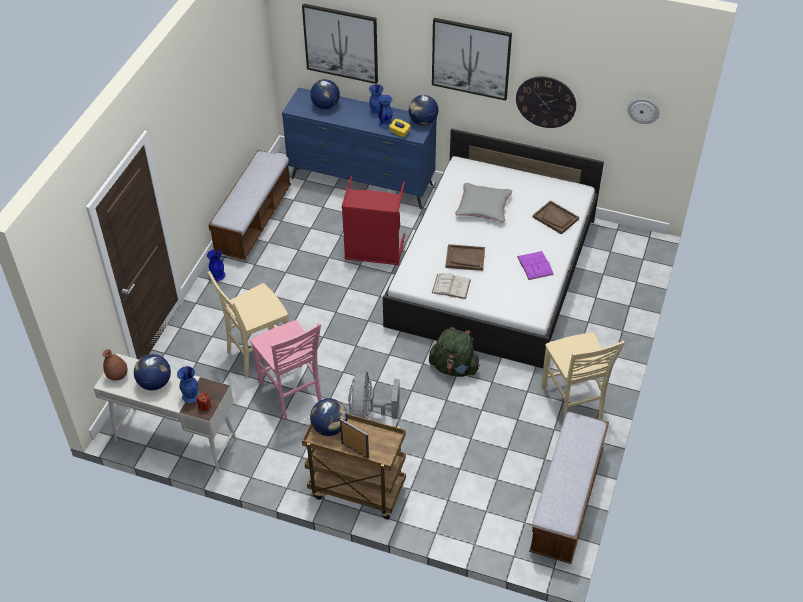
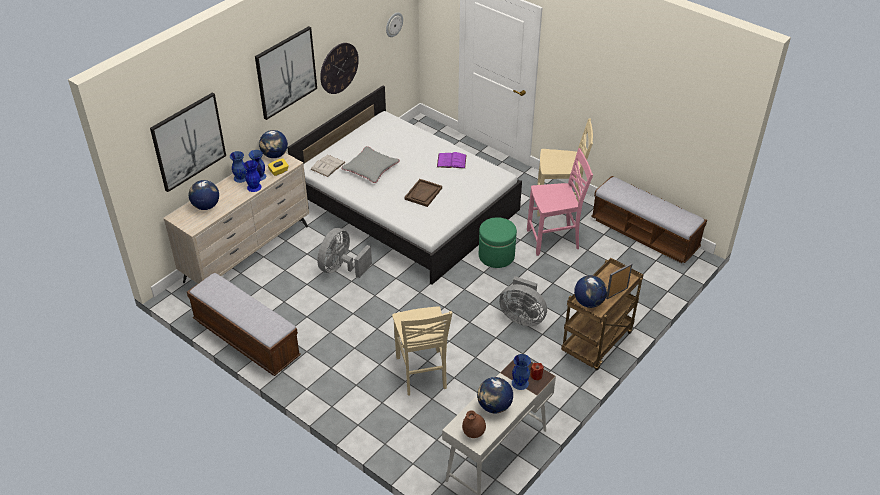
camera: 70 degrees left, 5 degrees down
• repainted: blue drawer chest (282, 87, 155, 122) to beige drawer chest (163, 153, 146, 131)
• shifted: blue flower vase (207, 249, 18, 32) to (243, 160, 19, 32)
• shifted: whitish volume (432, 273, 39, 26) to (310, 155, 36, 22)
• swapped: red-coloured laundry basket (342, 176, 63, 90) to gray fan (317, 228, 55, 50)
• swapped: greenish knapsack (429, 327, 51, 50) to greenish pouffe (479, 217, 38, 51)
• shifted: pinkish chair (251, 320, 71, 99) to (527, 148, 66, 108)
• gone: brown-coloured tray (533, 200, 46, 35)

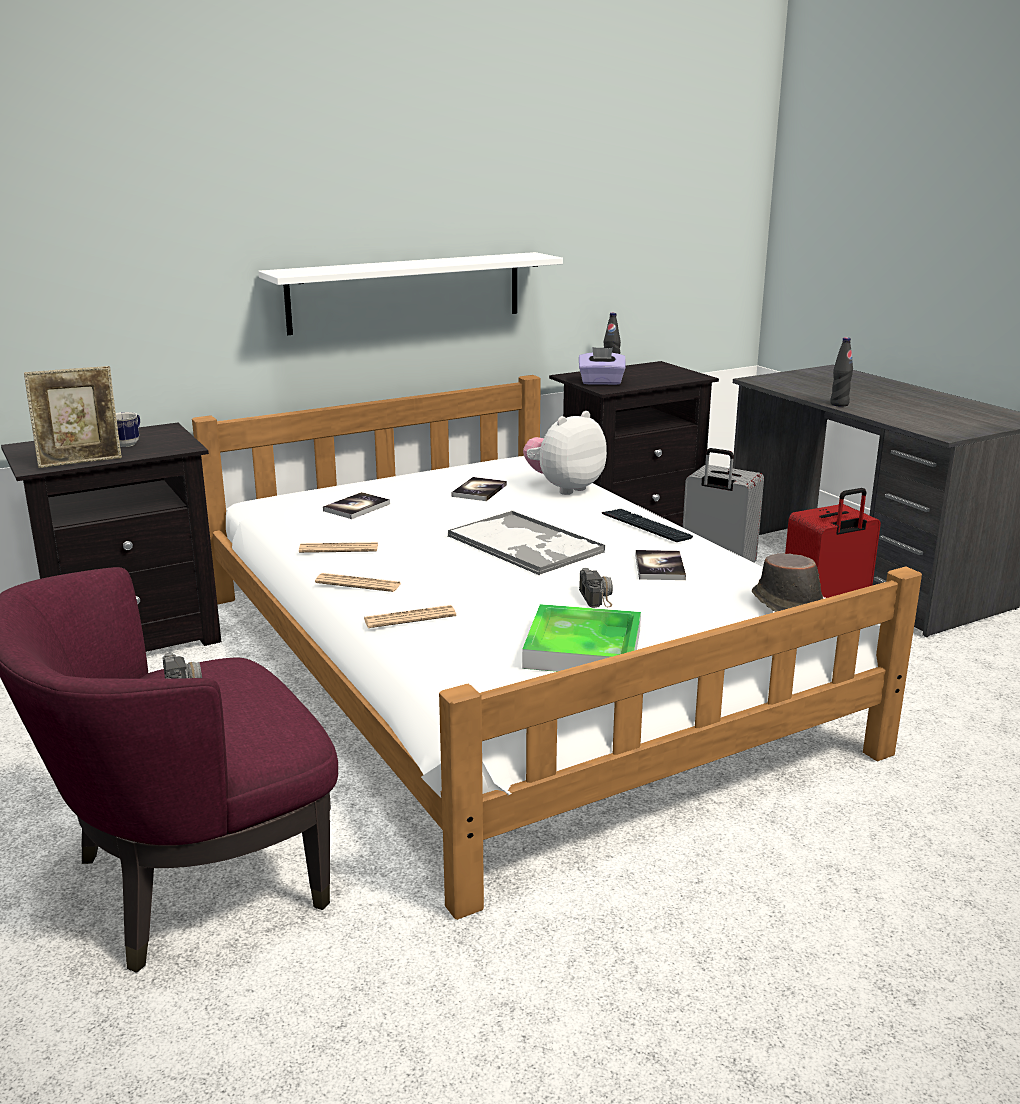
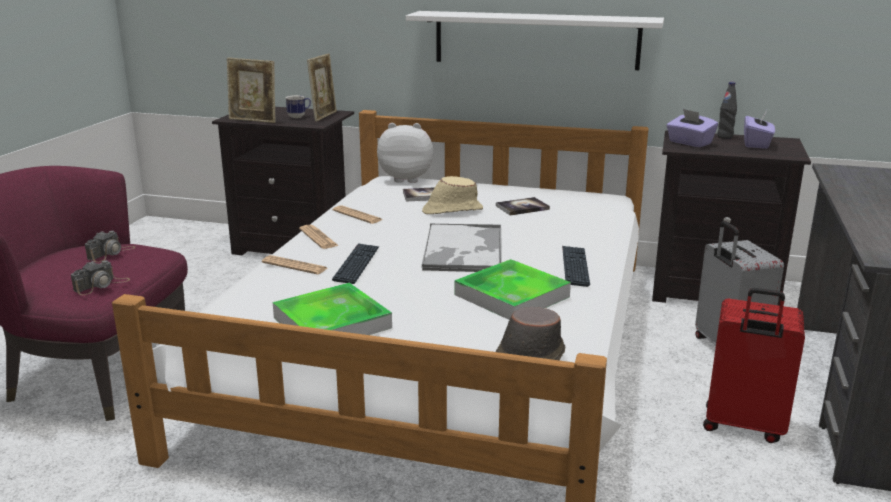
camera: 45 degrees right, 0 degrees up
• shifted: photo camera (579, 568, 34, 40) to (71, 260, 59, 35)
• new: standing frame (307, 54, 30, 67)
• new: PC keyboard (332, 243, 47, 41)
• shifted: soft toy (523, 411, 84, 84) to (377, 123, 56, 60)
• new: beige wearable hat (422, 176, 61, 38)
• swapped: volume (635, 550, 51, 30) to tray (455, 259, 116, 61)
• new: purple box of tissues (744, 112, 31, 37)
• gone: black beverage bottle (830, 337, 23, 70)

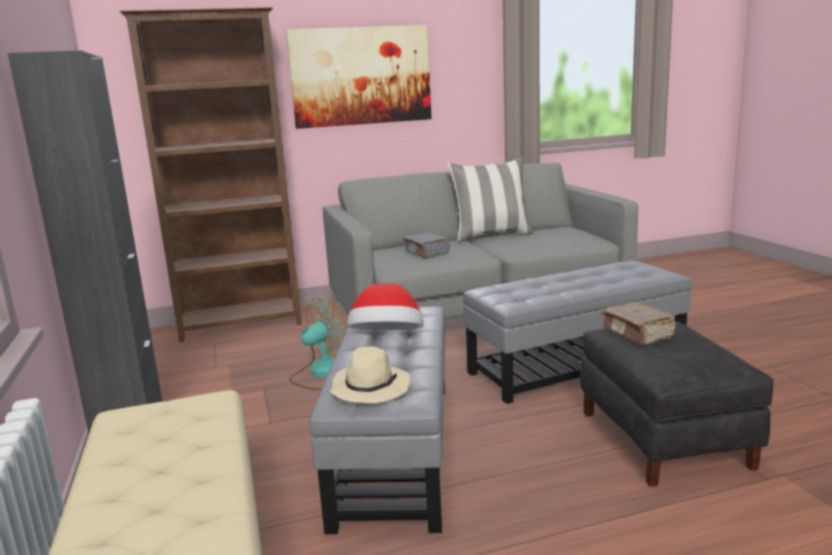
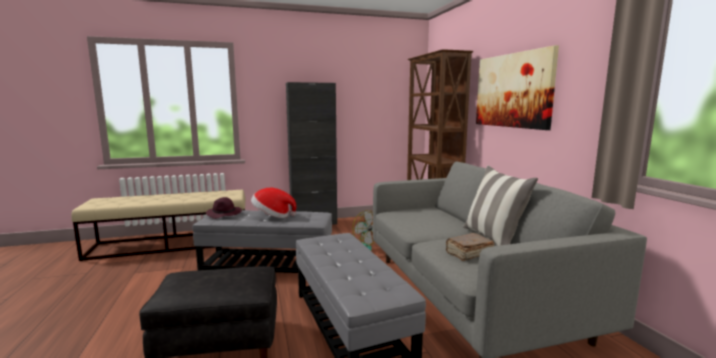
camera: 90 degrees right, 5 degrees down
• repainted: beige wearable hat (330, 346, 80, 57) to purple wearable hat (206, 197, 36, 22)
• shifted: brown-coloured volume (601, 302, 74, 44) to (446, 233, 49, 28)
• gone: gray volume (403, 233, 47, 26)

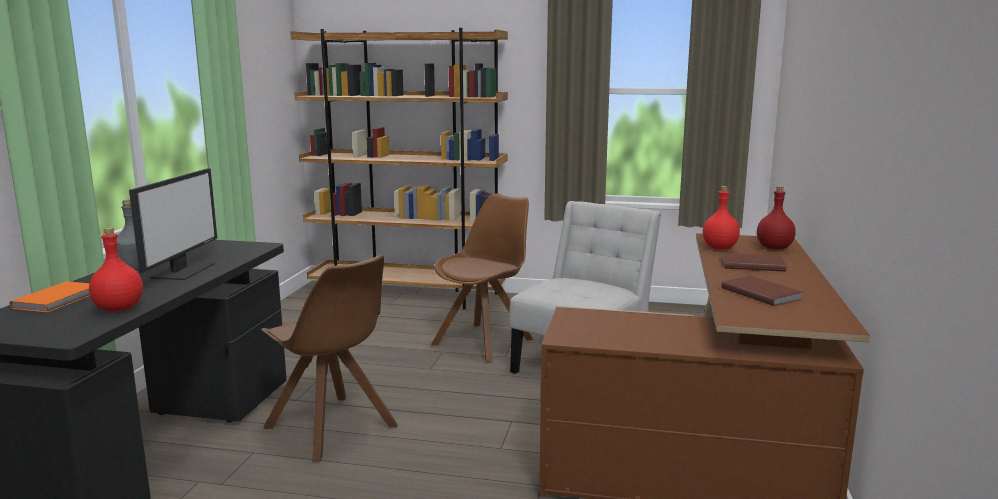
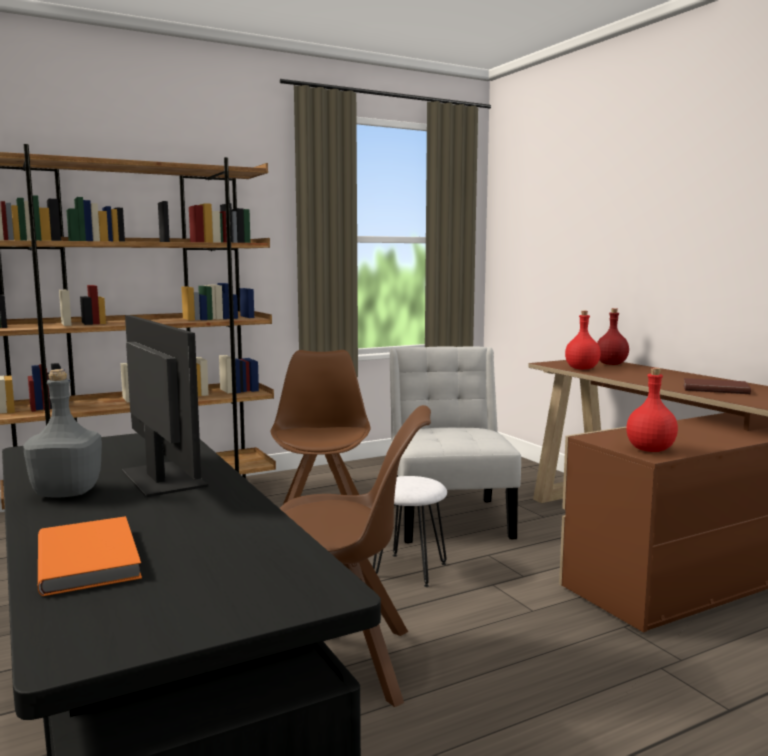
camera: 40 degrees left, 5 degrees down
• new: whitish stool (373, 476, 74, 111)
• shifted: red-coloured beverage bottle (89, 228, 54, 84) to (626, 368, 52, 84)
• gone: brown-coloured volume (721, 253, 66, 19)

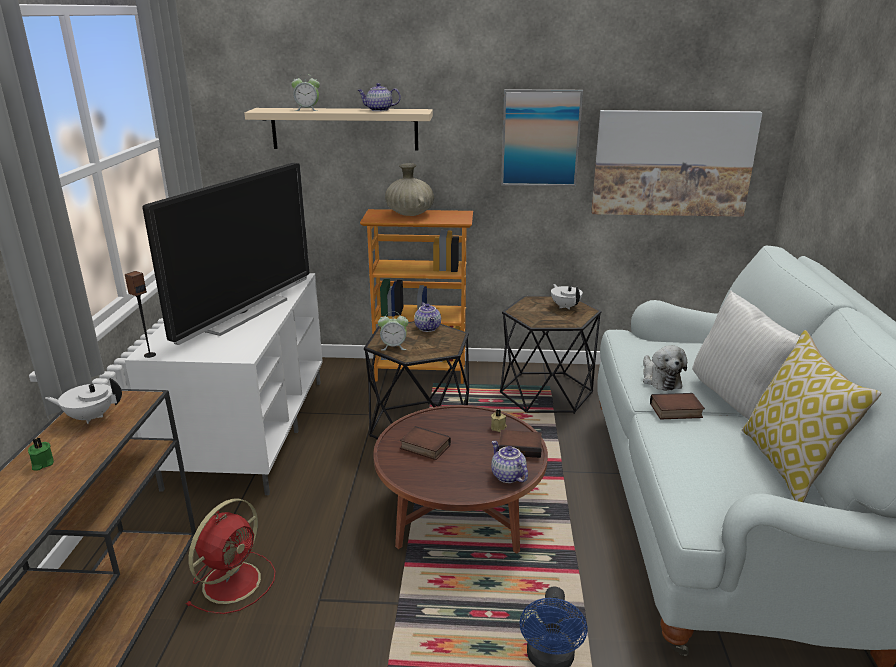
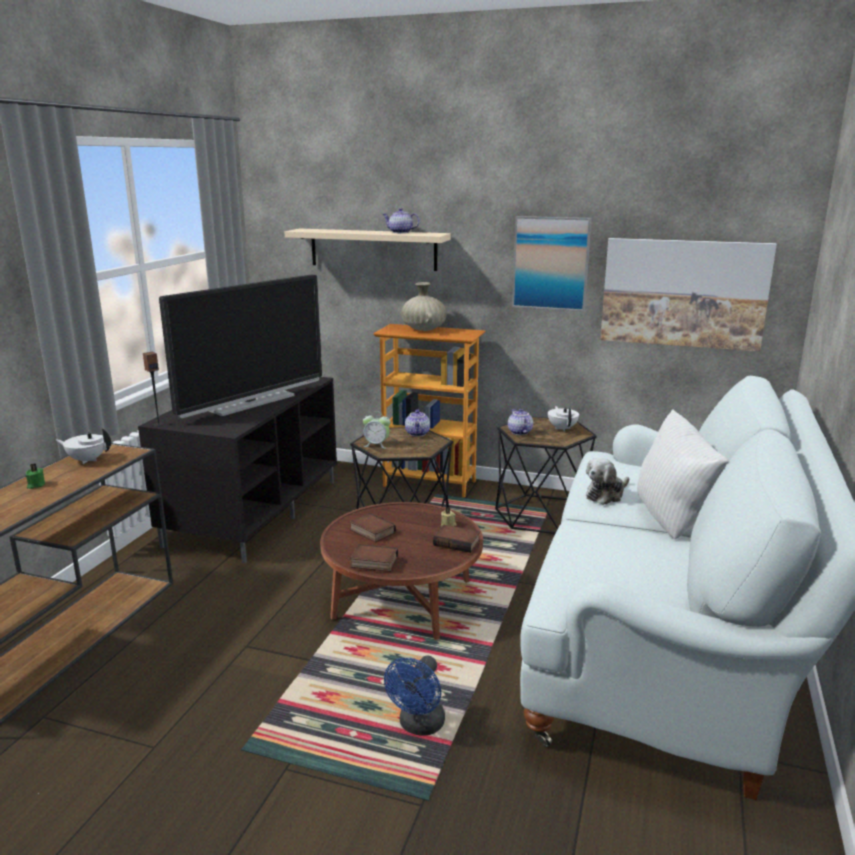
camera: 15 degrees right, 5 degrees down
• repainted: whitish tv unit (125, 273, 198, 222) to black tv unit (138, 377, 199, 186)
• shifted: volume (650, 393, 55, 26) to (350, 544, 48, 28)
• shifted: tea pot (491, 441, 37, 42) to (508, 409, 25, 26)
• rotated: soft toy (643, 346, 44, 45) = (586, 458, 43, 47) 45 degrees clockwise
• gone: red-coloured fan (186, 499, 89, 115)
• gone: bedside clock (291, 76, 29, 35)
• gone: throw pillow (742, 330, 139, 172)

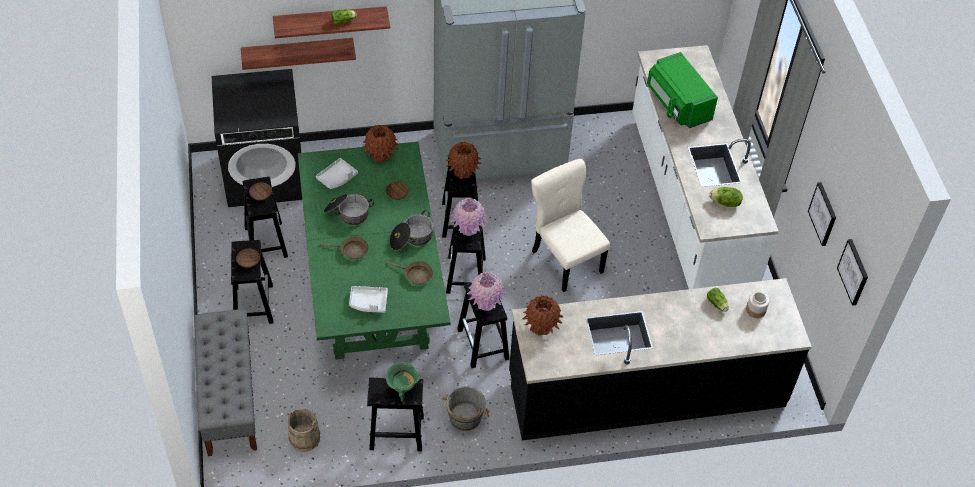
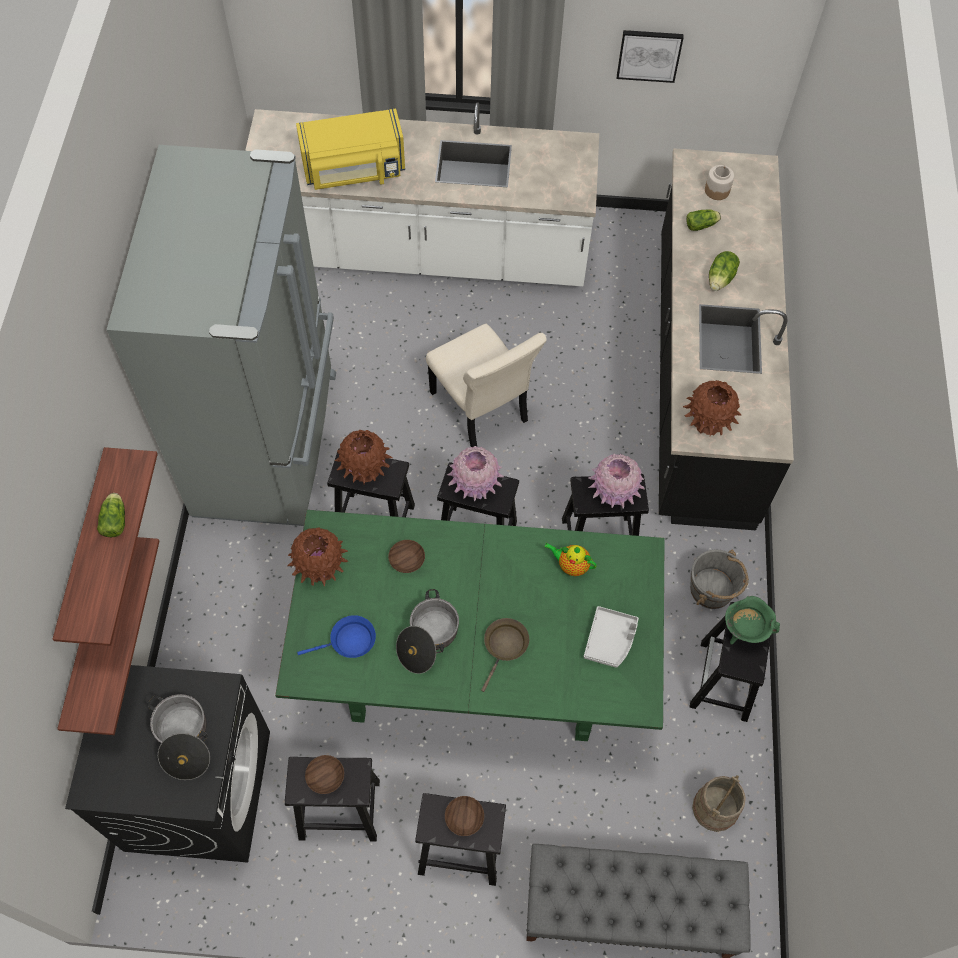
camera: 75 degrees left, 10 degrees up
• shifted: stockpot (389, 210, 45, 41) to (148, 694, 62, 86)
• repainted: greenish microwave oven (647, 52, 71, 76) to yellowish microwave oven (296, 108, 109, 82)
• swapped: gray tray (316, 158, 42, 31) to blue skillet (297, 615, 79, 43)
• rotated: beige chair (531, 159, 79, 133) = (426, 323, 121, 124) 105 degrees counterclockwise
• swapped: brown-coloured skillet (386, 261, 47, 24) to tea pot (545, 543, 52, 33)
• shifted: lettuce head (710, 187, 33, 20) to (709, 251, 31, 40)
• gone: wall picture (837, 239, 31, 67)

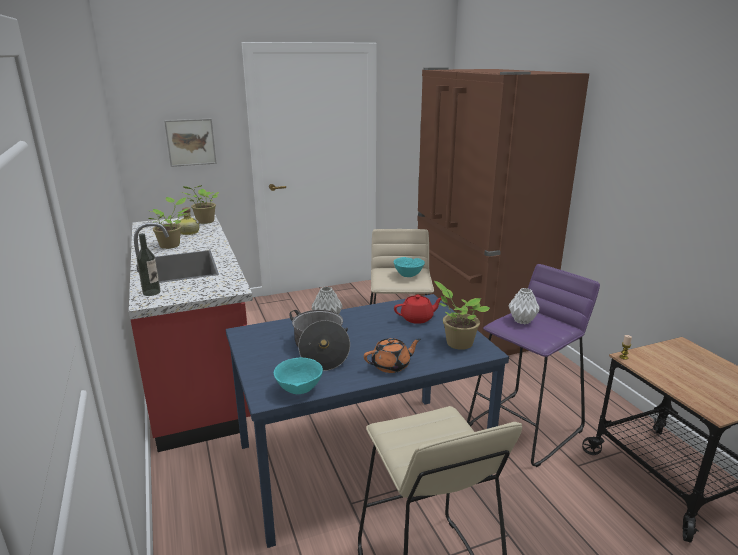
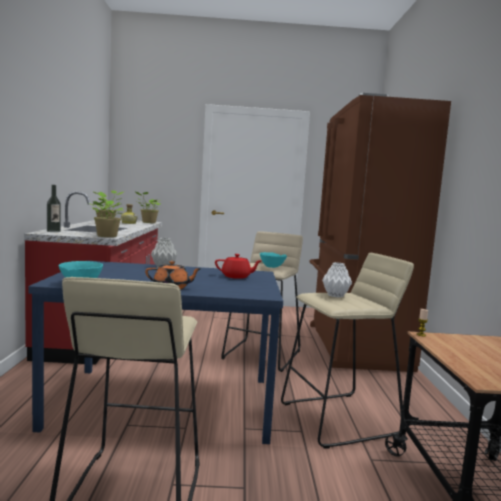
camera: 20 degrees right, 15 degrees down
• shifted: potted plant (434, 281, 56, 69) to (88, 191, 36, 46)
• repainted: purple stool (467, 264, 133, 203) to beige stool (281, 253, 133, 196)
• gone: wall picture (164, 119, 53, 48)
• gone: stockpot (289, 310, 61, 61)

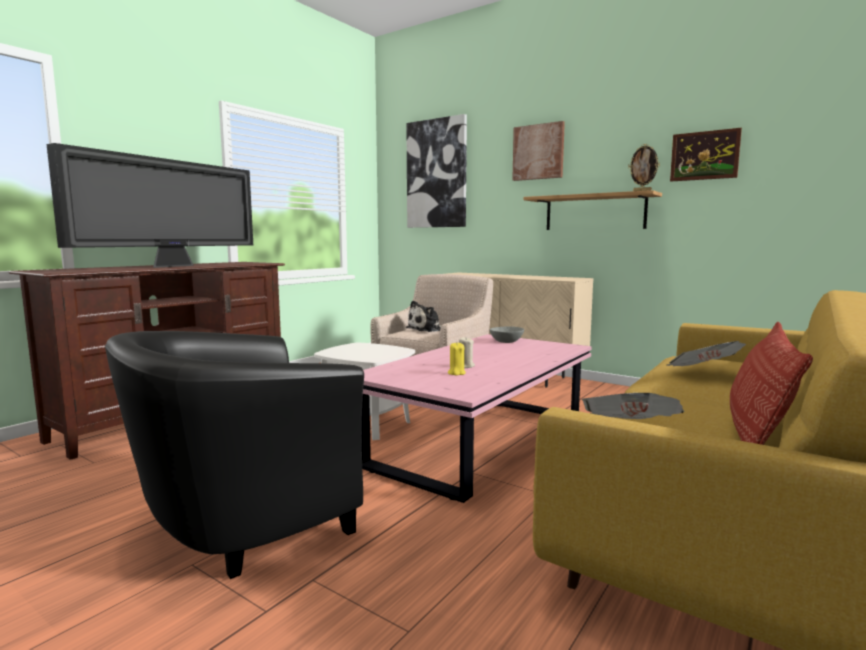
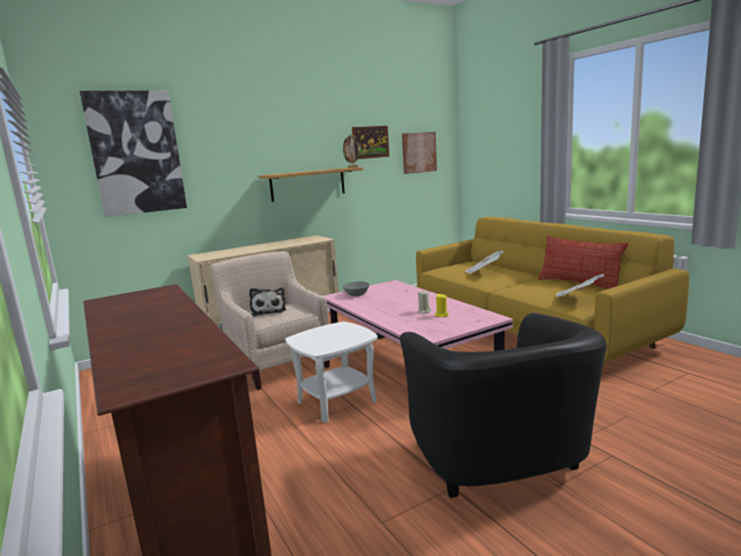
camera: 65 degrees left, 5 degrees up
• shifted: wall picture (512, 121, 53, 60) to (402, 132, 35, 42)
• gone: TV set (47, 143, 206, 125)

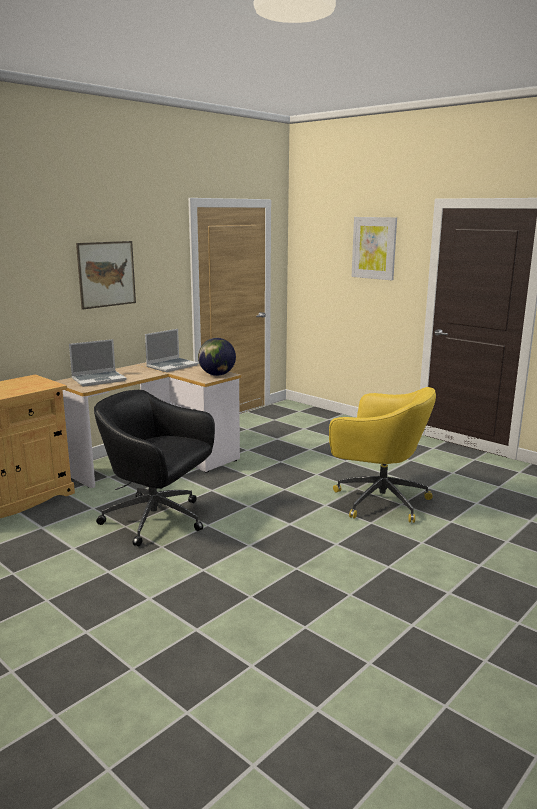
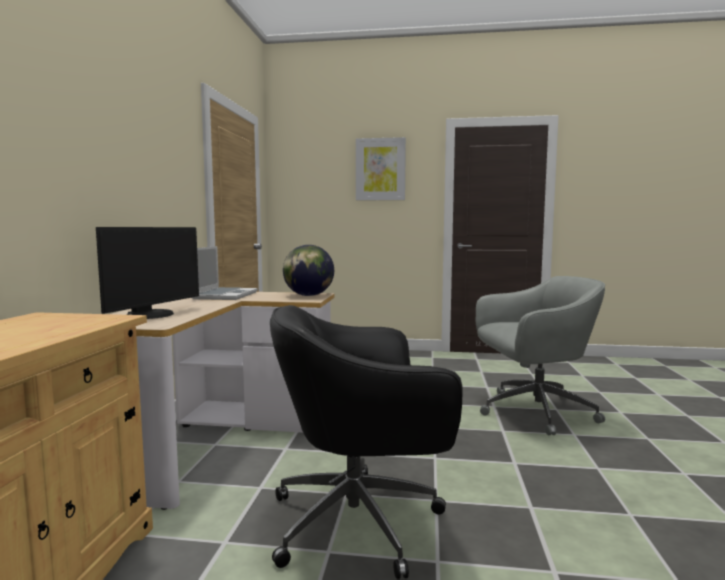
camera: 35 degrees left, 10 degrees down
• swapped: laptop (69, 339, 58, 48) to computer screen (96, 227, 103, 92)
• repainted: yellowish office chair (329, 387, 107, 136) to gray office chair (476, 276, 129, 159)
• gone: wall picture (76, 241, 60, 69)

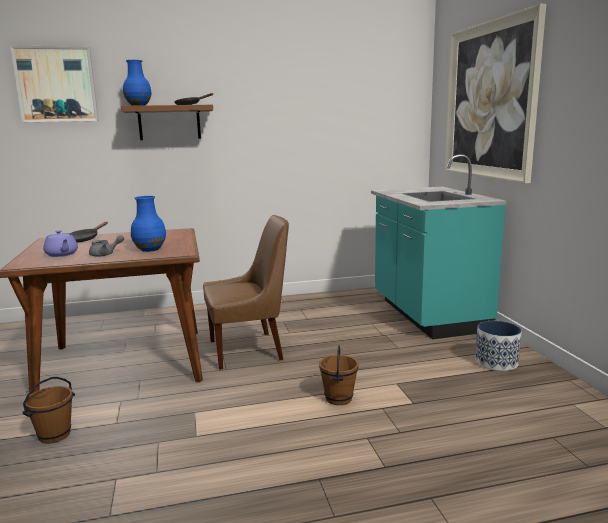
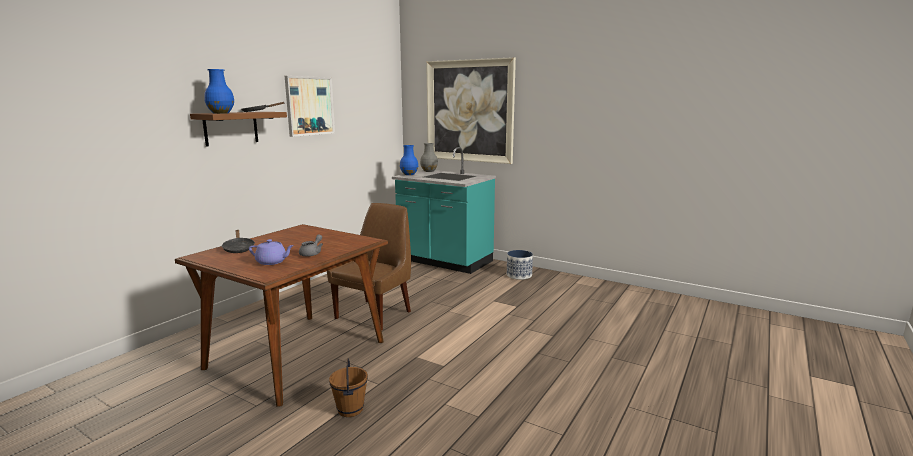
camera: 45 degrees left, 0 degrees up
• shifted: wall picture (10, 46, 89, 76) to (285, 76, 50, 61)
• shifted: blue flower vase (131, 196, 35, 56) to (400, 145, 18, 30)
• new: gray flower vase (420, 143, 18, 29)
• gone: brown-coloured pail (319, 345, 40, 60)

